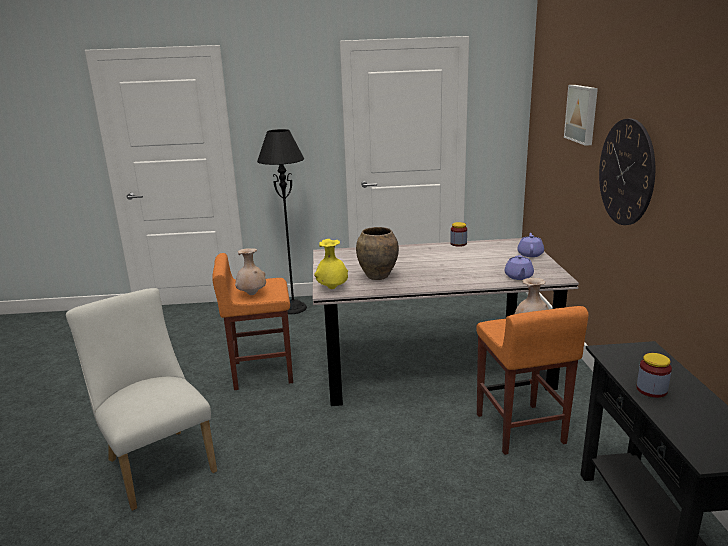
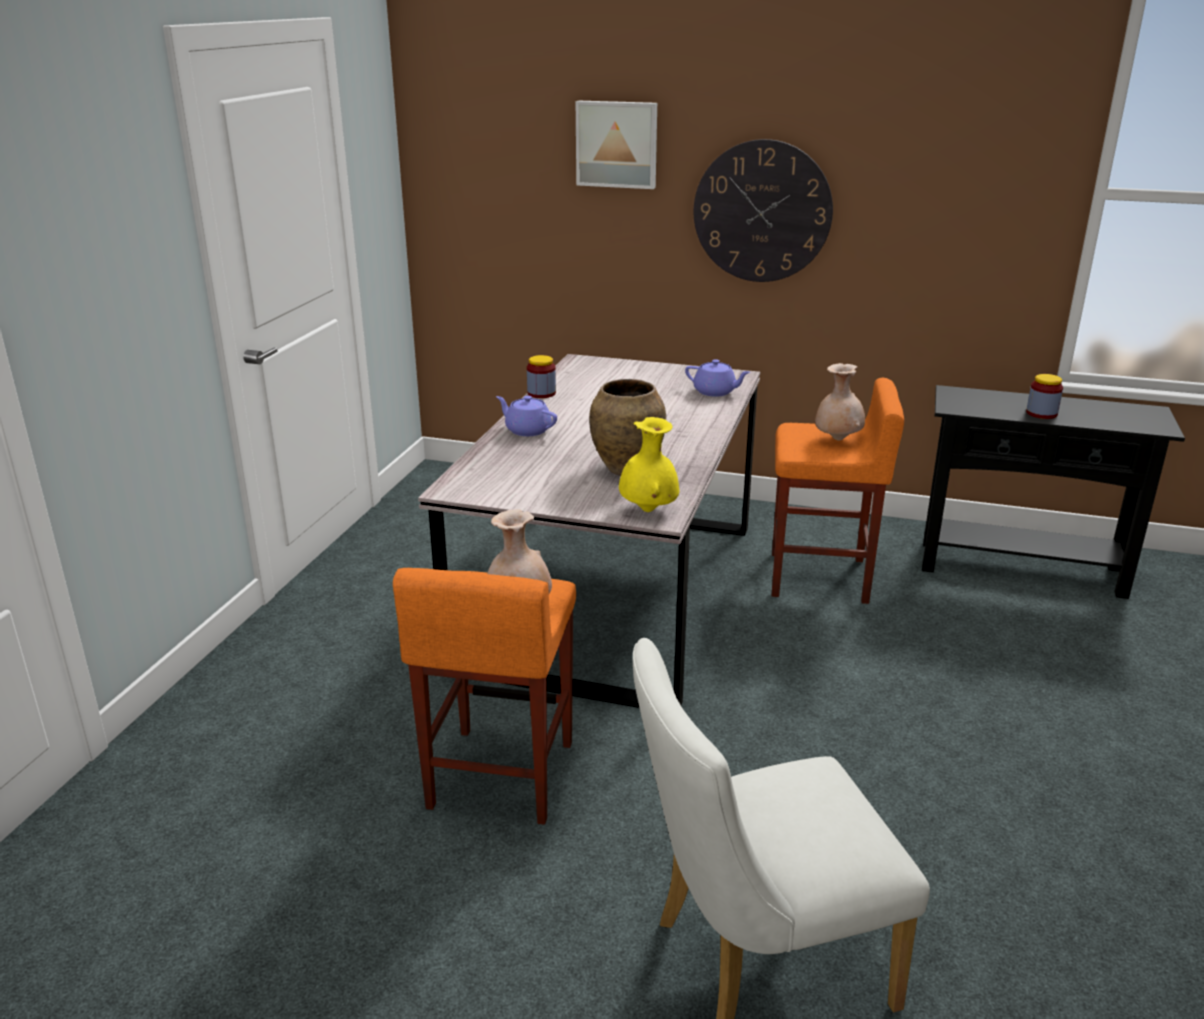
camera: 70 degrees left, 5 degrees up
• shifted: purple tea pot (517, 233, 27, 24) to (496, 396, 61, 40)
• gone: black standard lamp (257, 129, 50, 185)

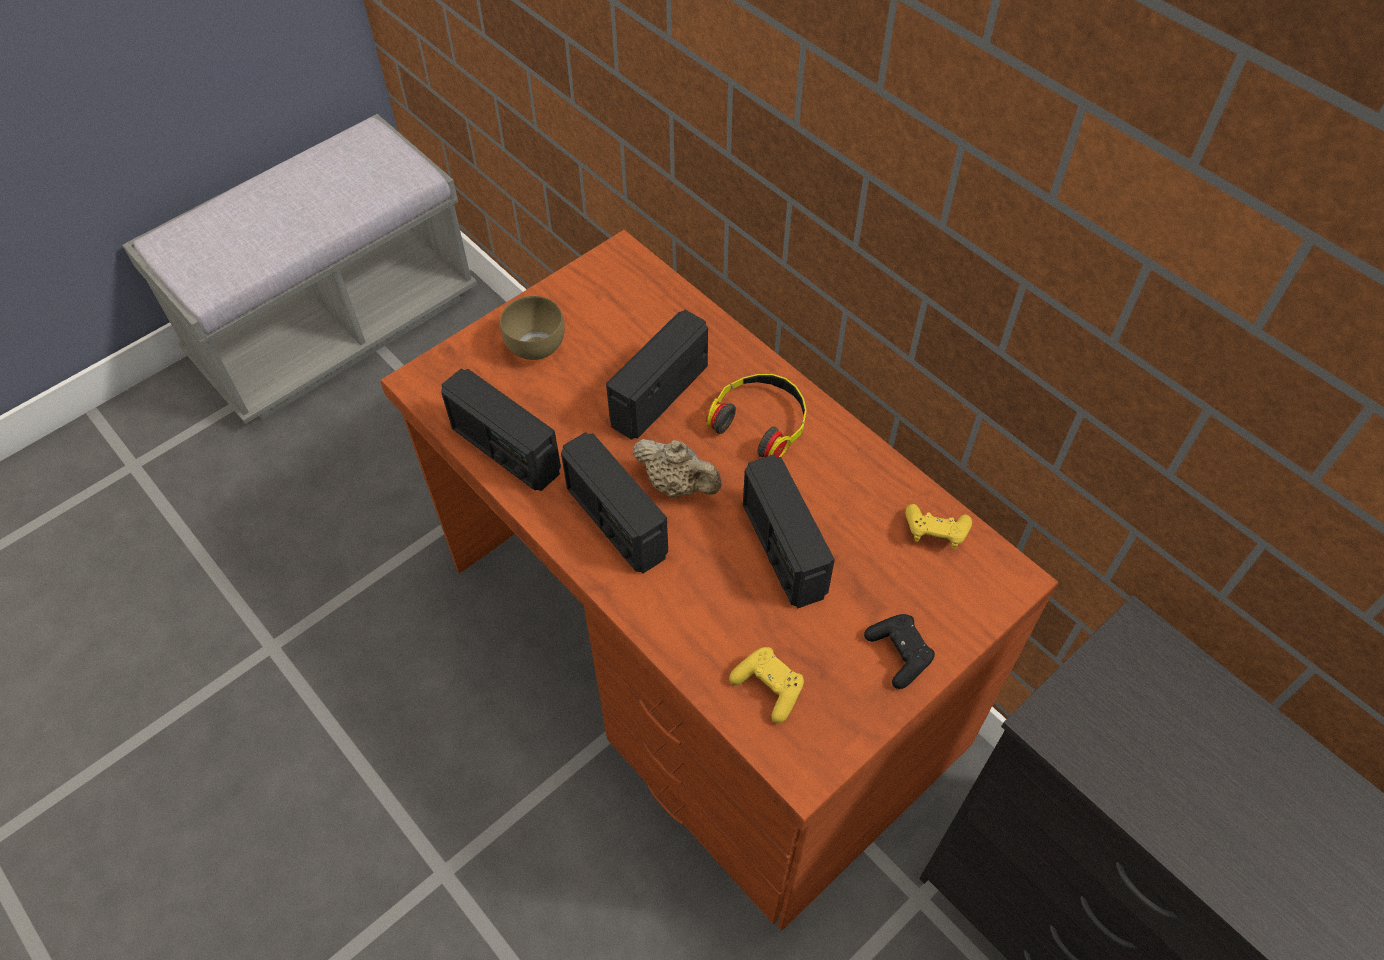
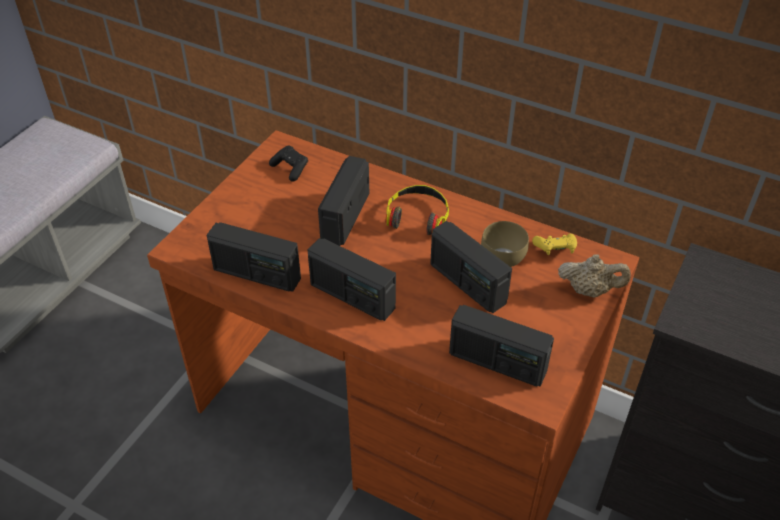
camera: 20 degrees left, 10 degrees down
• shifted: black joypad (864, 614, 71, 75) to (269, 146, 39, 36)
• swapped: yellowish joypad (729, 647, 75, 76) to radio receiver (449, 305, 105, 82)
• shifted: brown-coloured deep dish (500, 296, 65, 64) to (481, 221, 48, 46)
• shifted: beige tea pot (633, 439, 89, 58) to (558, 254, 73, 43)

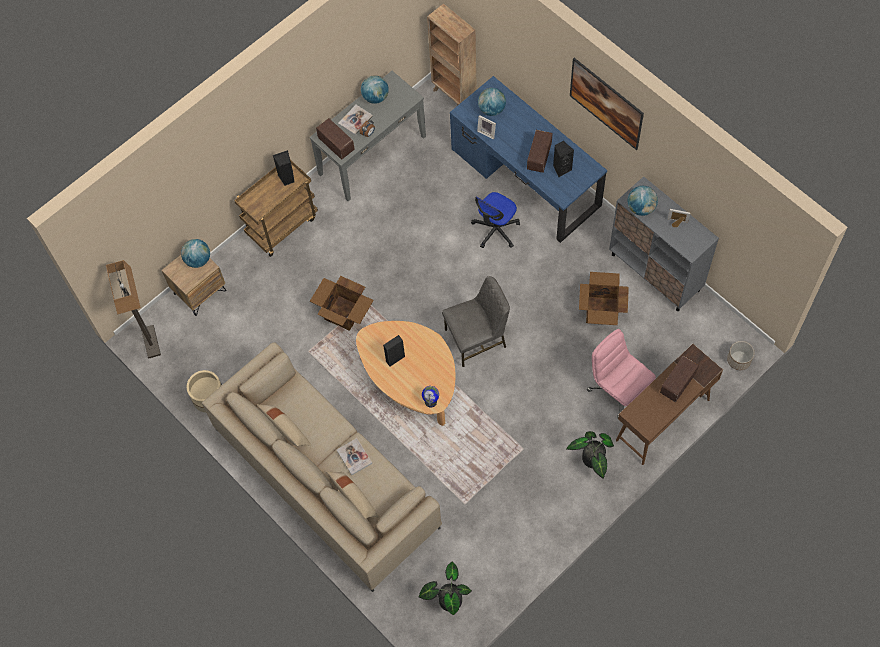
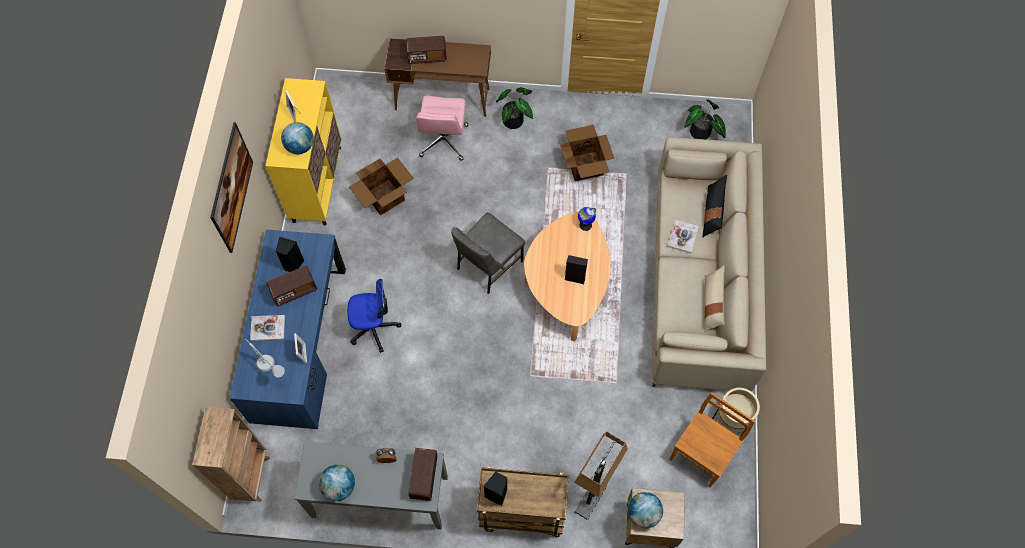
camera: 135 degrees left, 0 degrees up
• swapped: world globe (478, 88, 28, 28) to gray table lamp (245, 339, 40, 38)
• shifted: volume (338, 105, 35, 30) to (250, 315, 35, 26)
• repainted: gray cabinet (609, 177, 110, 134) to yellowish cabinet (266, 78, 75, 147)
• rotated: gray chair (442, 276, 68, 91) = (451, 212, 74, 82) 75 degrees counterclockwise
• shifted: cardboard box (310, 276, 64, 55) to (560, 125, 54, 56)
• shifted: standard lamp (106, 260, 55, 99) to (574, 431, 54, 89)
• new: brown-coloured chair (669, 392, 86, 95)
• repainted: beige throw pillow (327, 471, 52, 48) to black throw pillow (703, 175, 24, 62)
• gone: planter (727, 341, 27, 29)

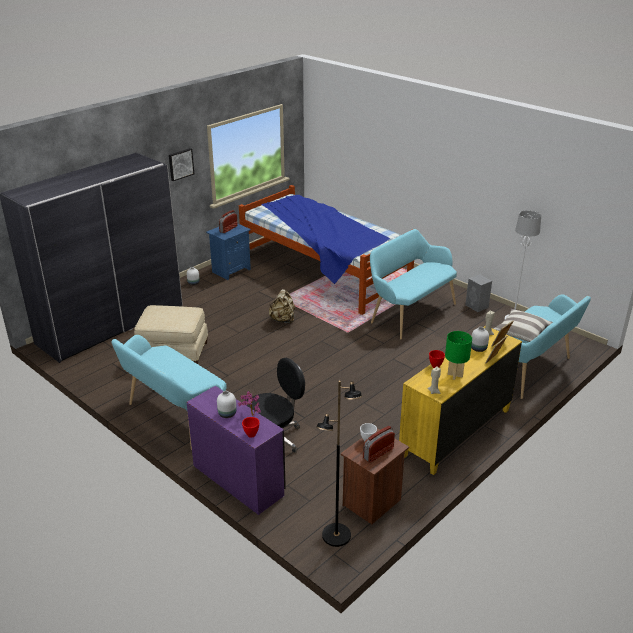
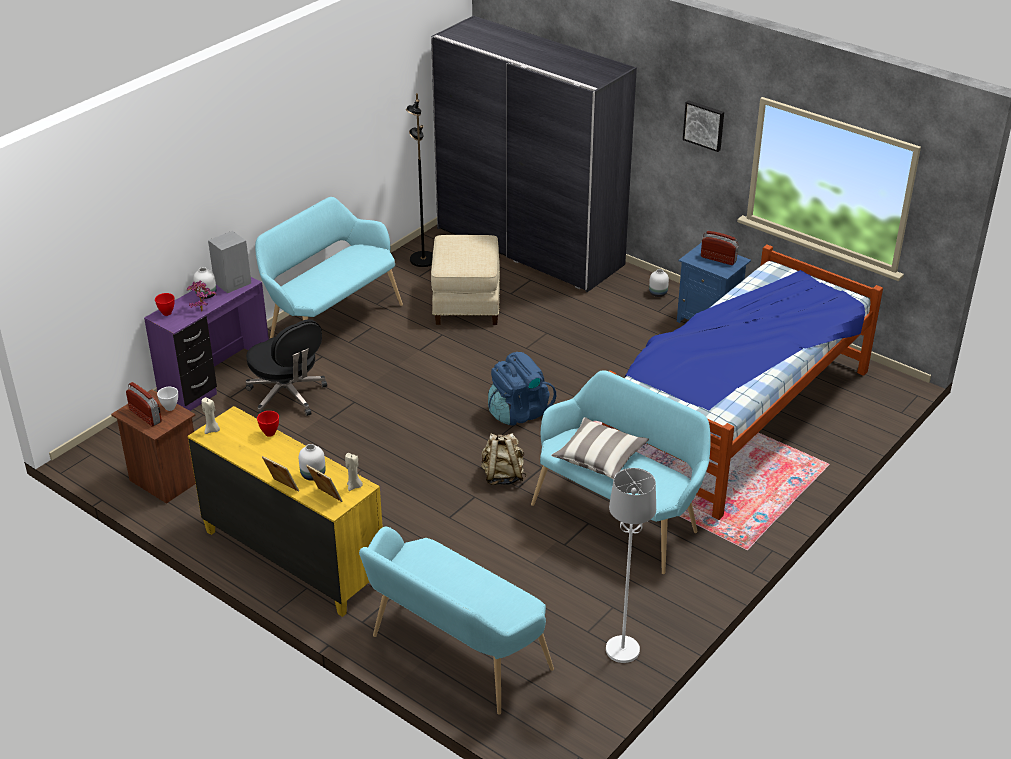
camera: 85 degrees right, 5 degrees up
• shifted: gray speaker (465, 274, 27, 38) to (208, 231, 43, 62)
• shifted: black standard lamp (316, 381, 46, 166) to (406, 93, 27, 174)
• shifted: beige knapsack (269, 289, 26, 35) to (481, 433, 46, 52)
• new: blue knapsack (488, 352, 68, 74)
• shifted: throw pillow (494, 309, 59, 33) to (551, 417, 98, 62)
• gone: greenish table lamp (445, 331, 27, 49)

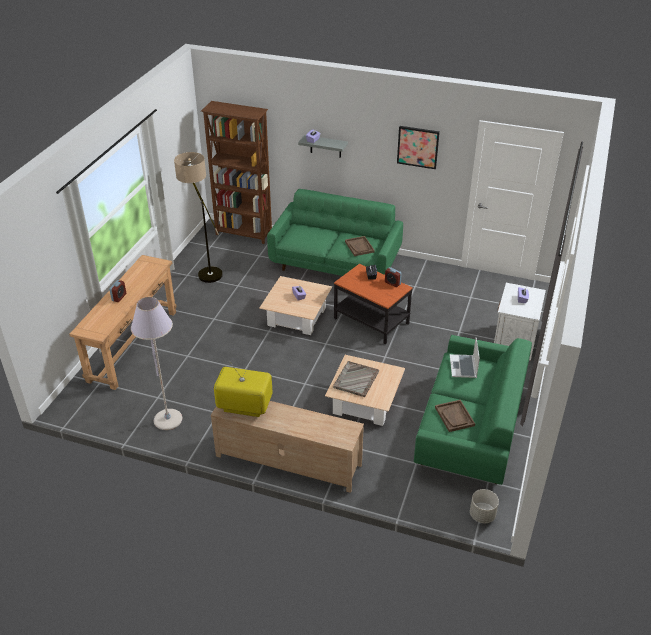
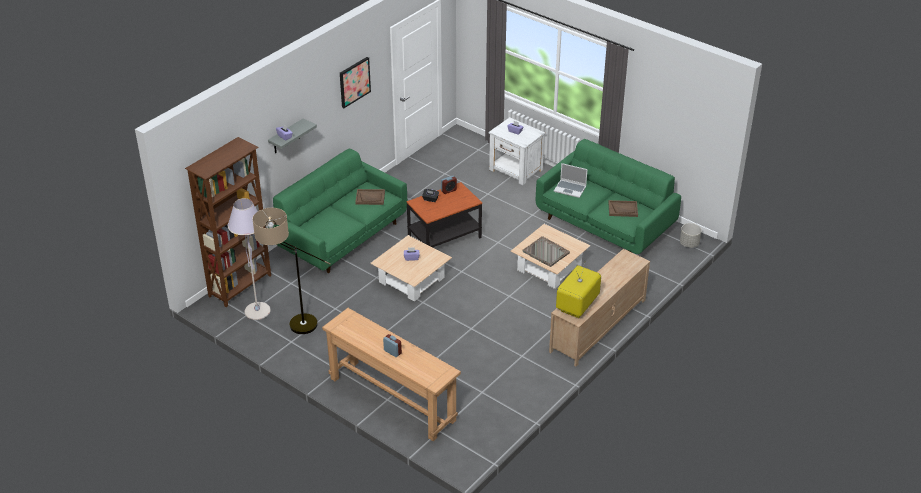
camera: 70 degrees left, 0 degrees up
• shifted: gray standard lamp (131, 297, 51, 133) to (228, 198, 43, 122)

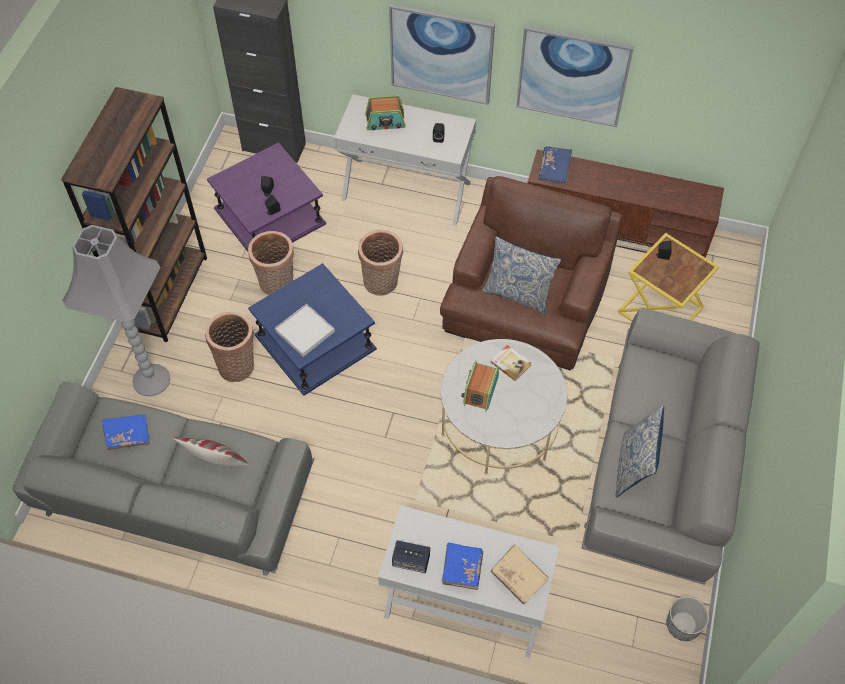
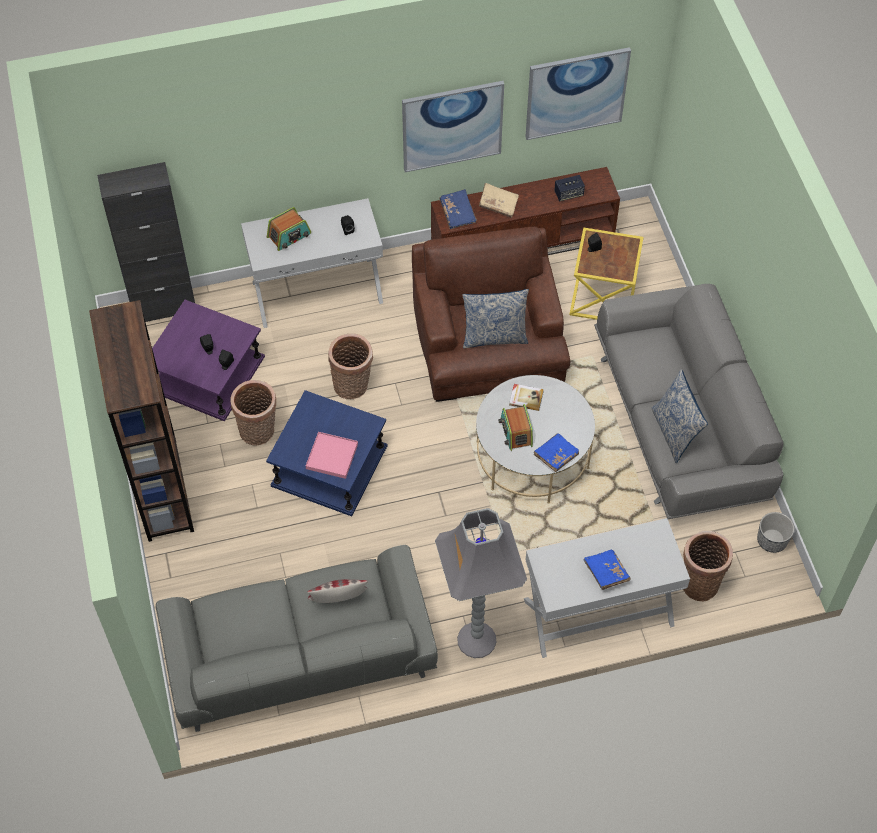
camera: 30 degrees left, 0 degrees up
• repainted: whitish tray (275, 304, 60, 53) to pinkish tray (306, 432, 52, 47)
• shifted: gray standard lamp (62, 225, 108, 171) to (435, 508, 92, 150)
• shifted: beige volume (491, 544, 58, 60) to (479, 183, 40, 35)
• shifted: wall picture (389, 4, 106, 101) to (525, 47, 106, 93)
• shifted: blue volume (101, 414, 49, 36) to (534, 433, 45, 39)
• shifted: speaker (392, 540, 38, 33) to (554, 175, 31, 26)
• shifted: household basket (205, 312, 49, 70) to (683, 531, 50, 71)

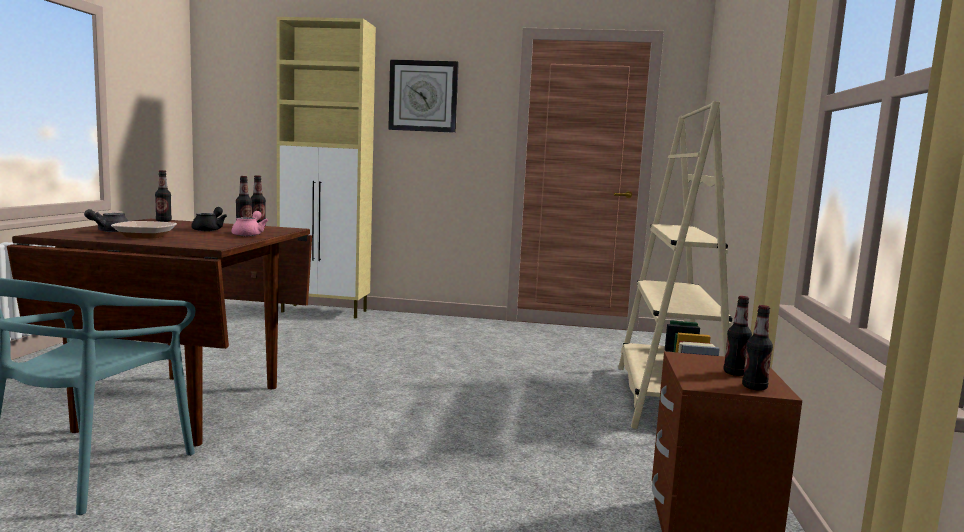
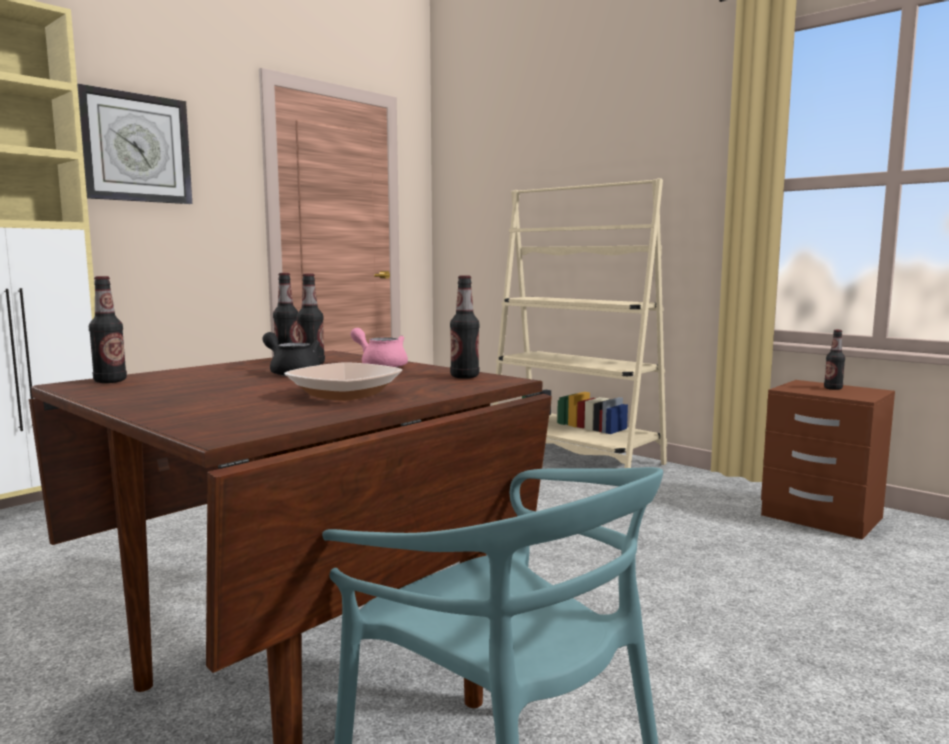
camera: 55 degrees left, 0 degrees up
• shifted: beverage bottle (742, 305, 31, 86) to (450, 275, 29, 104)
• gone: gray tea pot (84, 209, 44, 23)

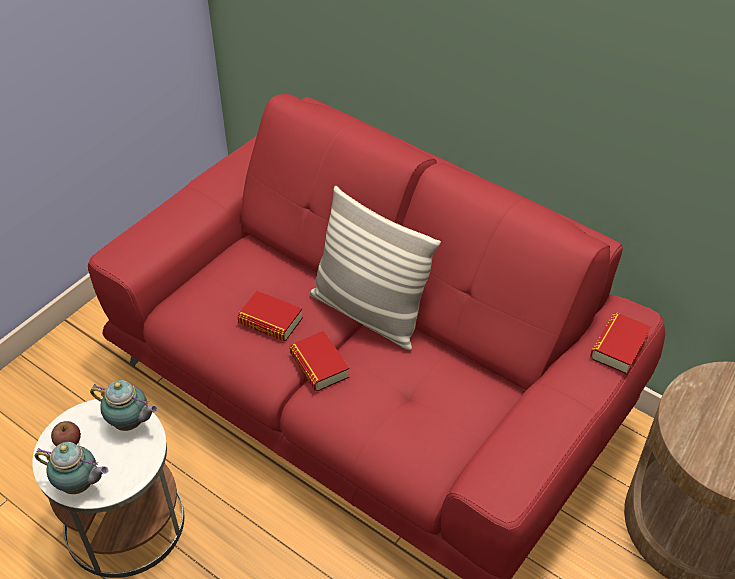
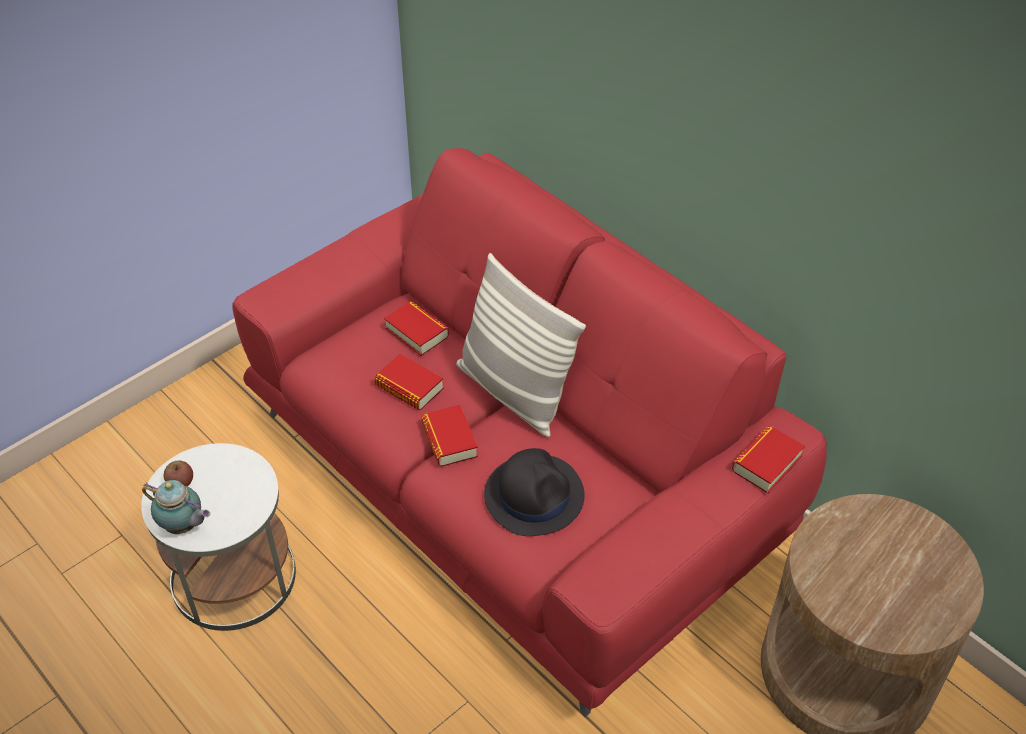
camera: 10 degrees right, 0 degrees up
• new: volume (384, 301, 65, 55)
• new: black wearable hat (484, 448, 101, 88)
• gone: tea pot (90, 380, 68, 51)

